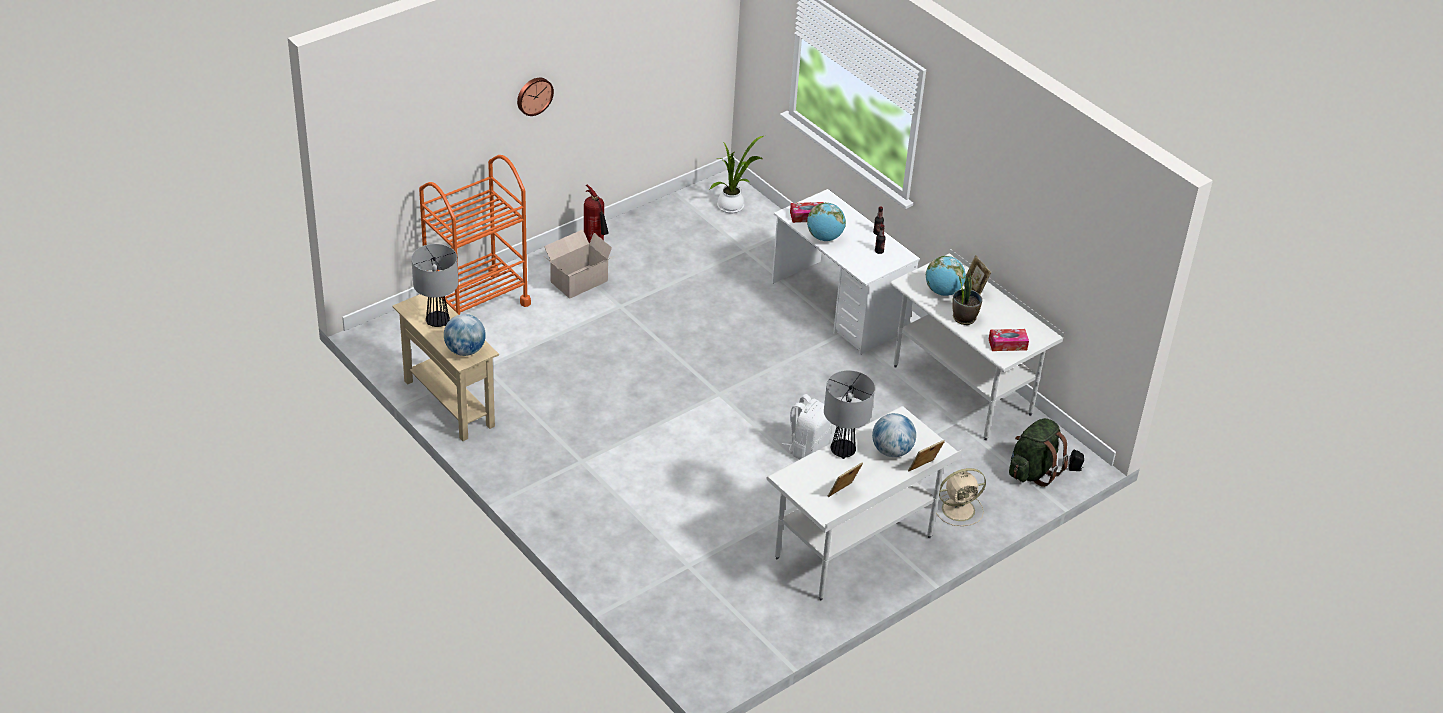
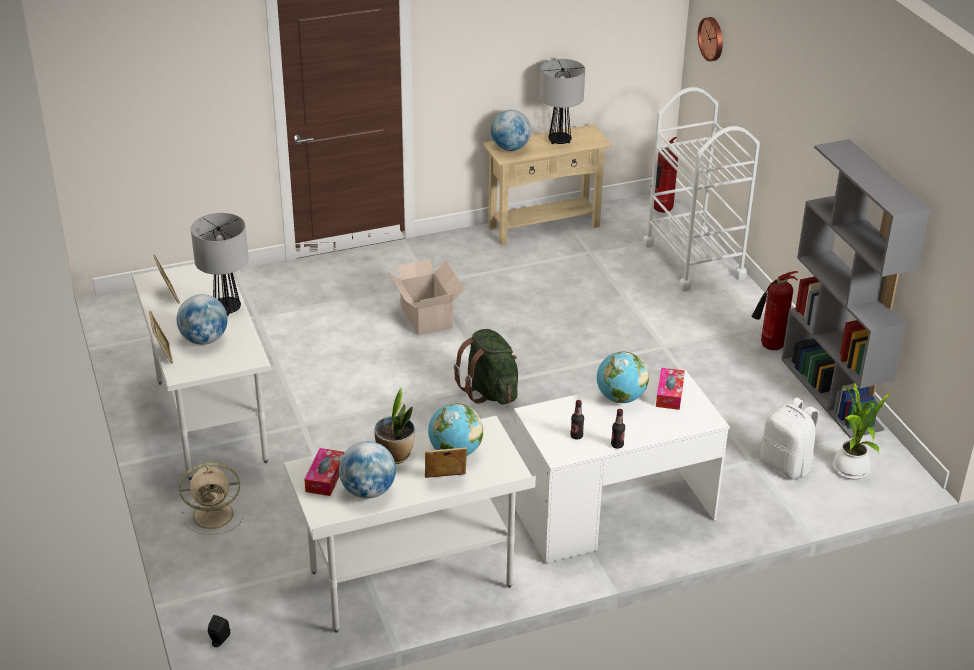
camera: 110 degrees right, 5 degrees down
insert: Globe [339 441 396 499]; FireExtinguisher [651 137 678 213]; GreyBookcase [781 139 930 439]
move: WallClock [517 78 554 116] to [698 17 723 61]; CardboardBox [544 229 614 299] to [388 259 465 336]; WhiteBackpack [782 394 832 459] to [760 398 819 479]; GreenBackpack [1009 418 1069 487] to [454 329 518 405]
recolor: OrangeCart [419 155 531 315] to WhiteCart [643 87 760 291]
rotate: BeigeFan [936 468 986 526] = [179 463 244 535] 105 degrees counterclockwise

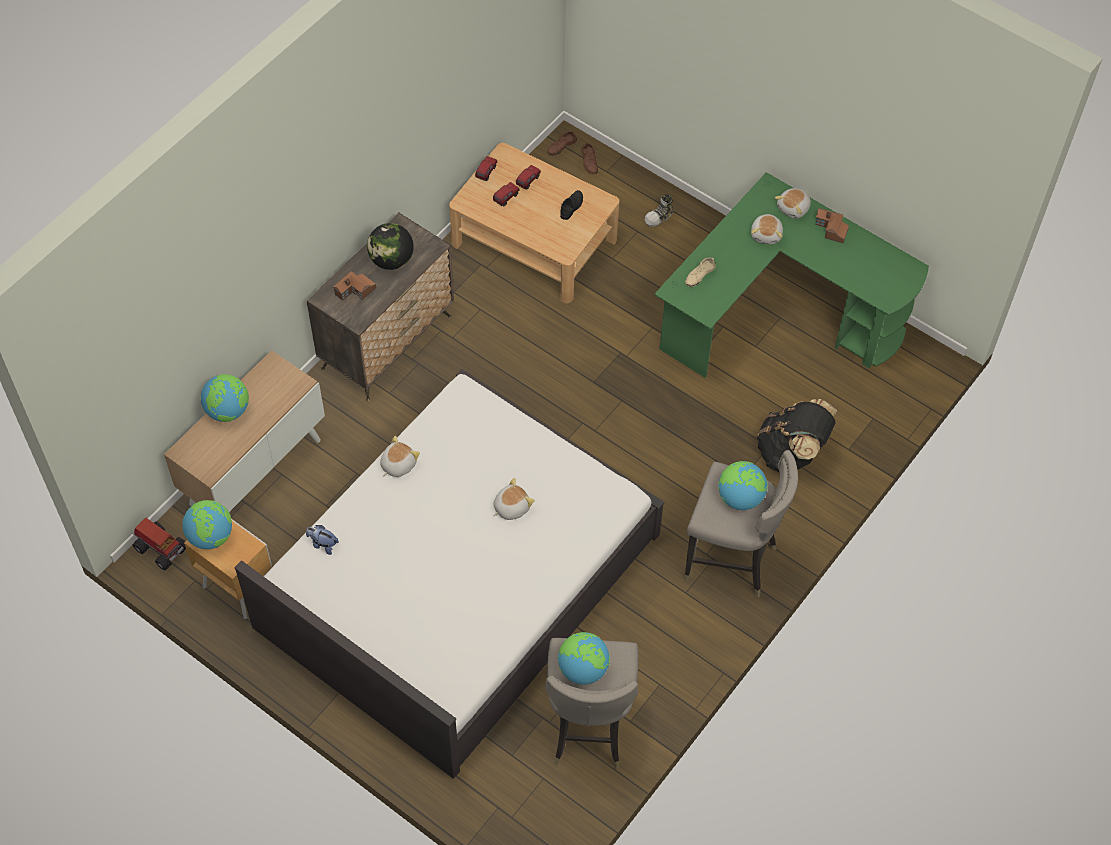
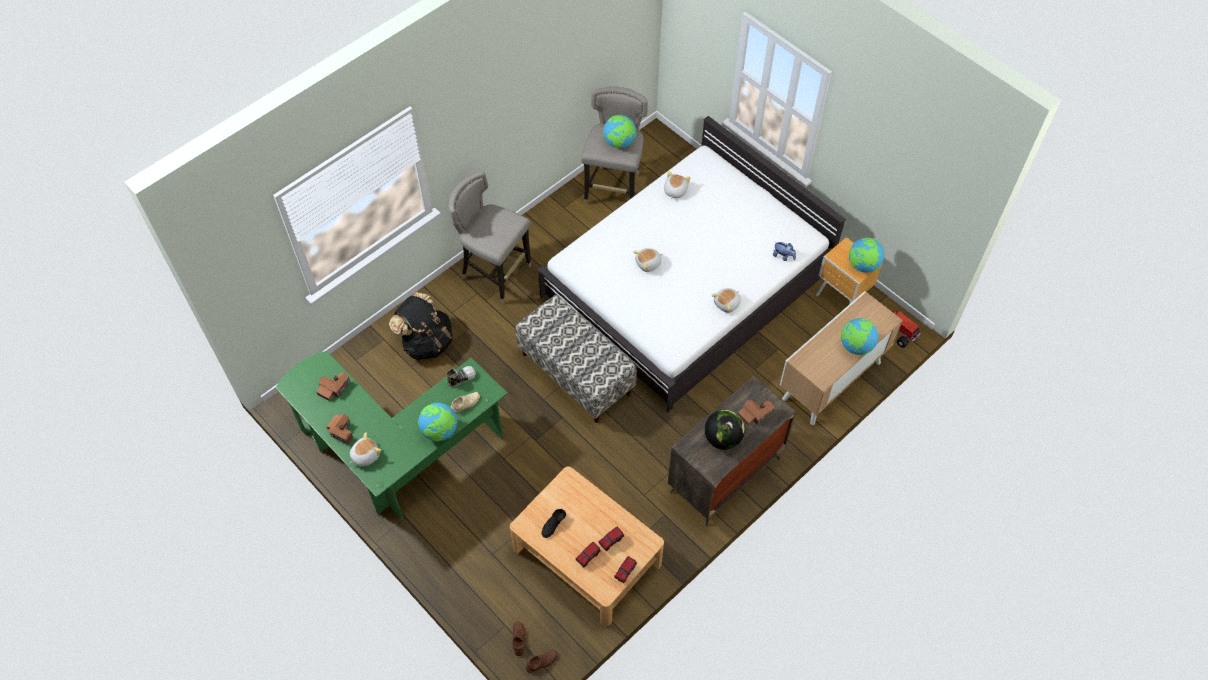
camera: 170 degrees left, 0 degrees up
insert: ToyHouse [317 372 350 401]; Bench [515 295 637 423]
move: Shoe [645 194 674 227] to [447 366 476 387]; Globe [718 461 768 510] to [418 403 457 442]; PlushToy [751 214 783 244] to [664 171 690 199]

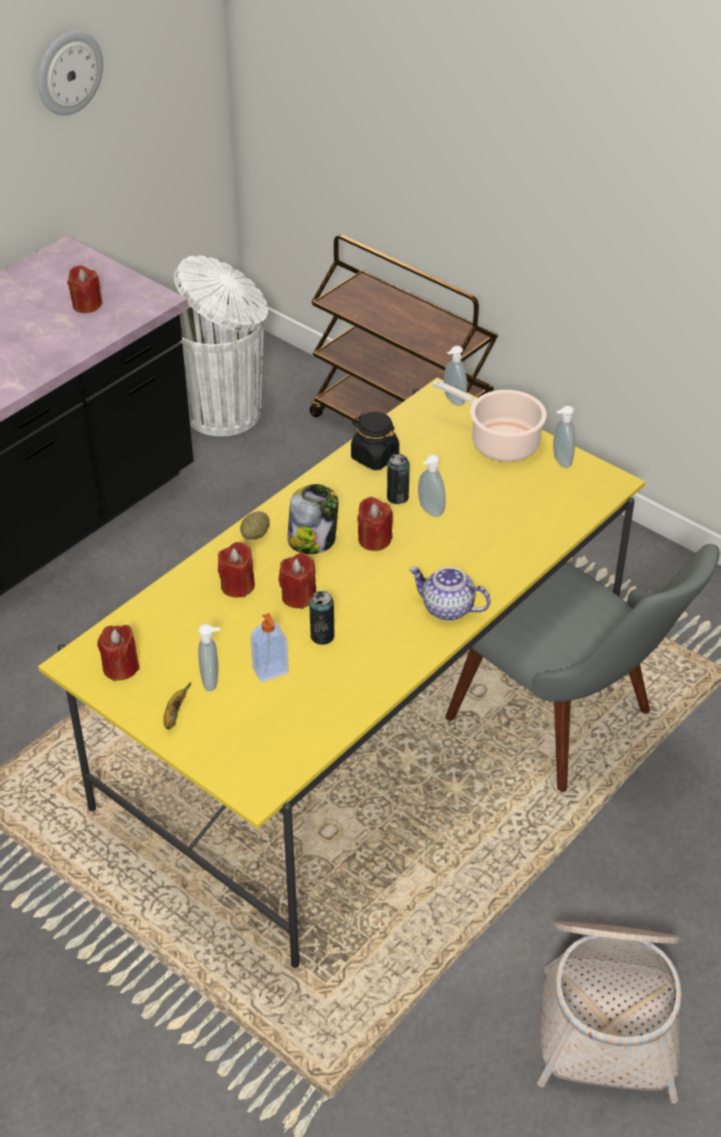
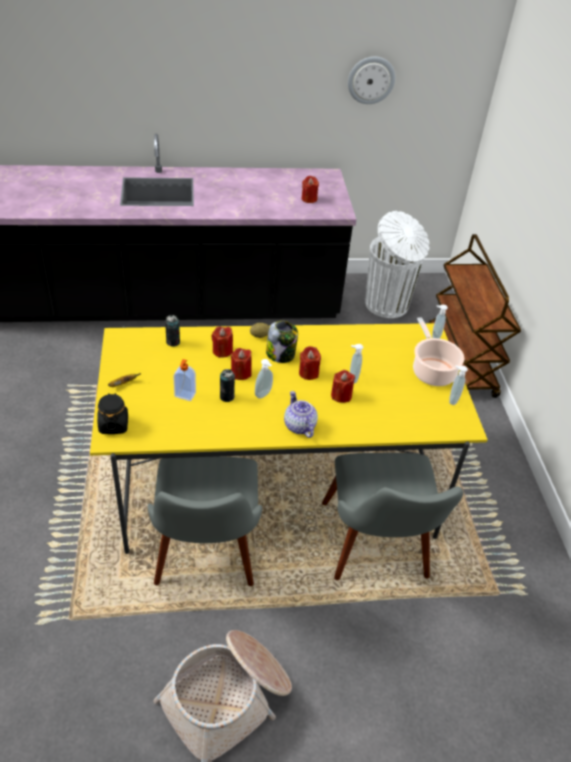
camera: 40 degrees right, 0 degrees up
insert: GreyChair [148 456 262 586]
move: RedCandle [97 625 140 681] to [331 370 355 403]; SoapDispenser [198 624 220 691] to [255 359 273 399]; BlackJar [351 412 399 470] to [97 393 128 434]; Can [387 454 410 504] to [165 315 180 347]

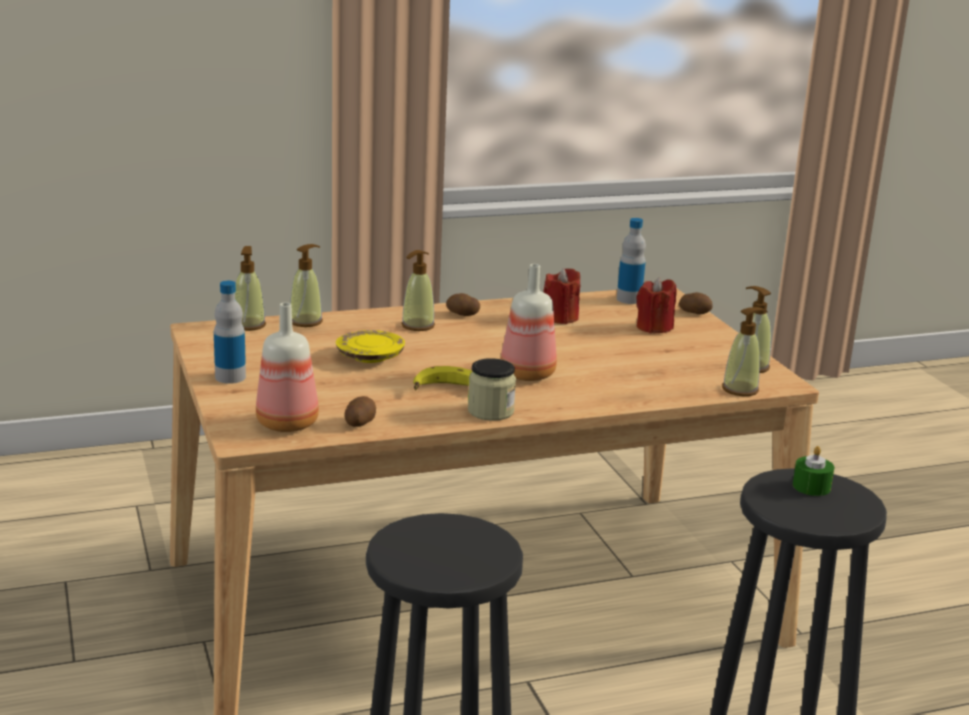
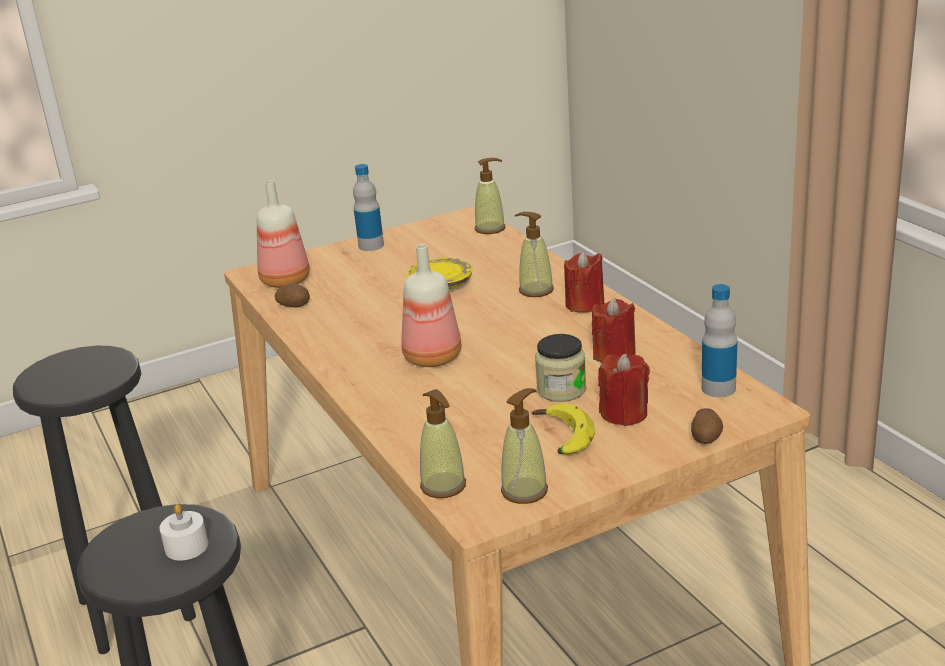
camera: 85 degrees right, 5 degrees up
delete: SoapDispenser [290 244 323 327]
move: Banana [413 366 473 390] to [531 404 595 455]; Jar [468 358 516 421] to [535 334 586 402]
replace: Potato [446 293 480 316] to RedCandle [564 251 605 312]
recolor: GreenCandle [793 446 834 496] to WhiteCandle [159 504 208 561]

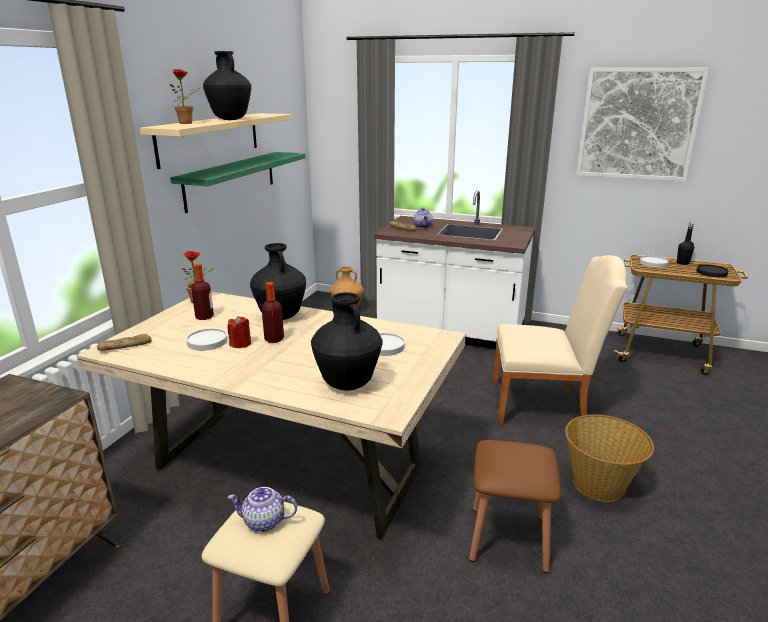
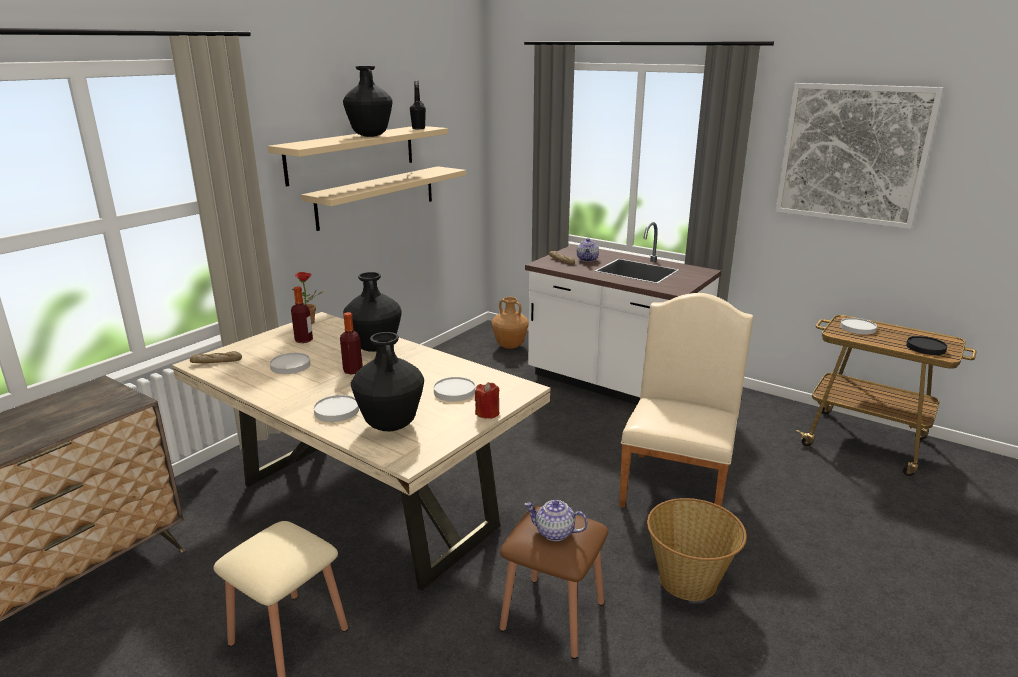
camera: 15 degrees right, 0 degrees up
delete: PottedPlant [170 69 200 124]
insert: WhitePlate [313 395 359 422]
move: RedCandle [227 316 251 348] to [475 382 499 419]; Teapot [228 487 297 532] to [525 500 588 541]; BlackBottle [677 223 694 265] to [410 81 426 129]
recolor: GreenShelf [170 152 306 213] to BeigeShelf [301 166 466 231]
rotate: BeigeChair [493 255 627 425] = [619 293 753 508] 90 degrees counterclockwise

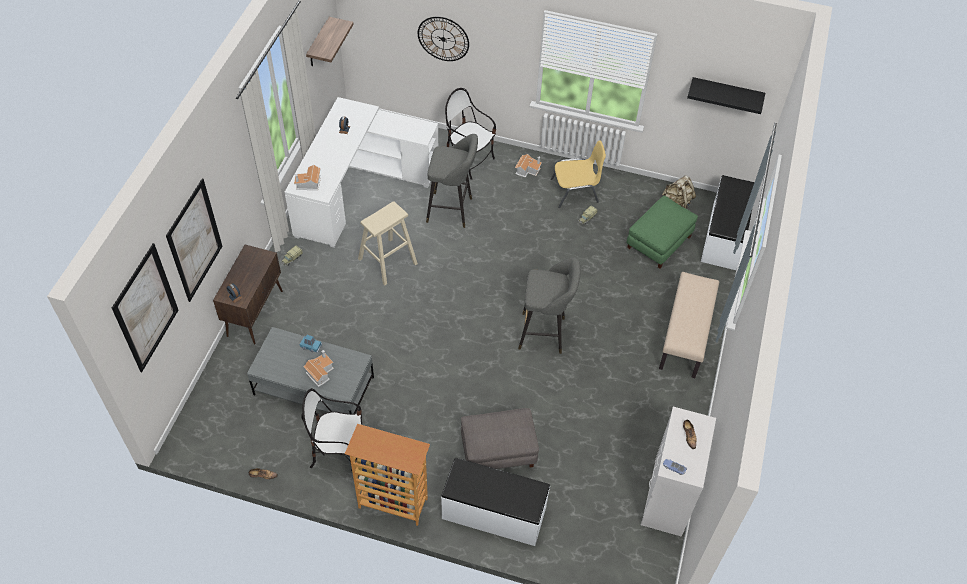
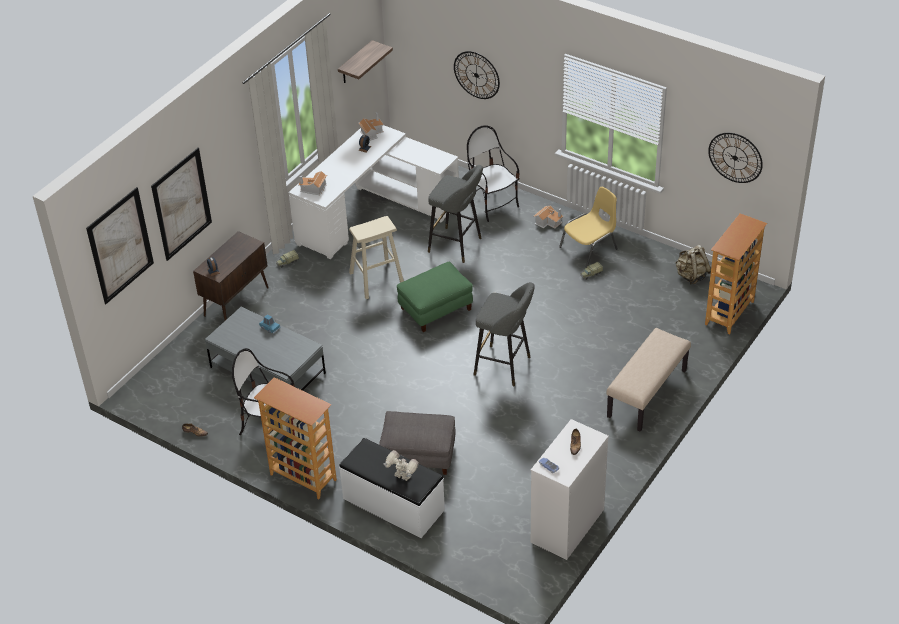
camera: 20 degrees right, 10 degrees down
insert: ToyRobot [383 450 419 481]
move: ToyHouse [303 350 334 387] to [358 112 384 141]; GreenOttoman [626 196 698 269] to [397 262 473 332]
replace: BlackShelf [687 77 765 114] to WallClock [708 133 763 183]; WhiteBench [701 175 755 270] to Bookcase [705 213 767 335]
rotate: YellowChair [551 140 606 208] = [559 187 618 268] 45 degrees counterclockwise

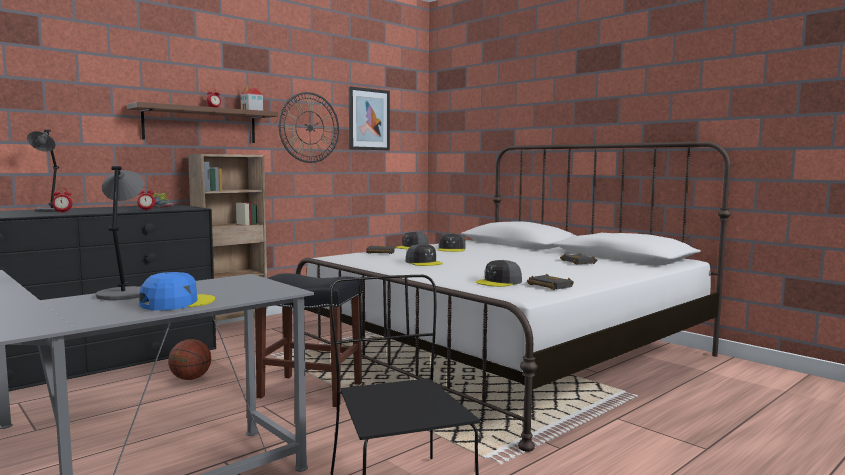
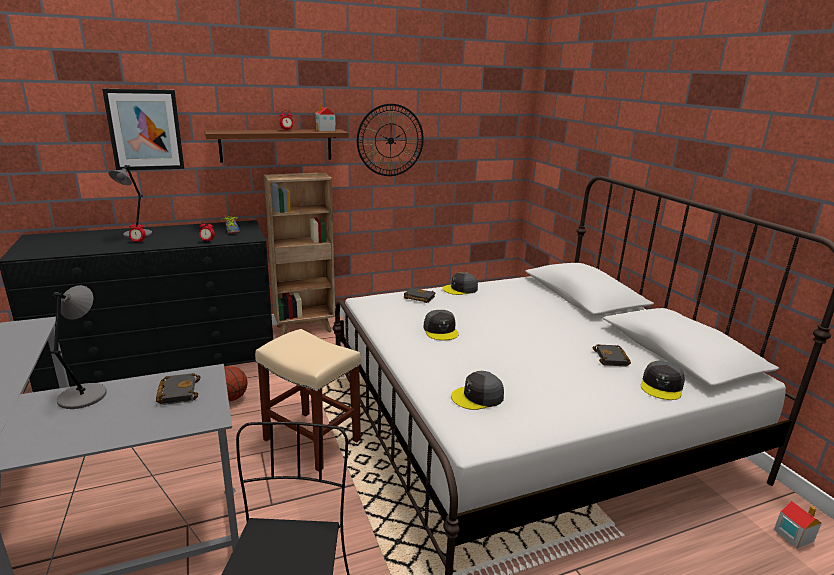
camera: 20 degrees right, 15 degrees up
delete: BlueCap [139 272 215 310]
insert: ToyHouse [774 501 822 548]
move: Picture [349 86 390 150] to [102 89 184 170]; GreyCap [438 233 466 252] to [641 361 685 400]; BlackBook [527 274 574 290] to [156 373 201 405]
recolor: BlackStool [255 273 363 407] to BeigeStool [255 329 361 472]

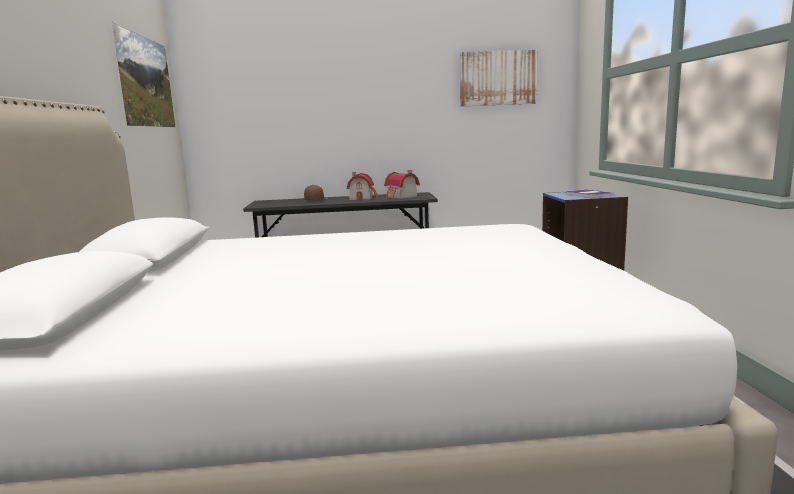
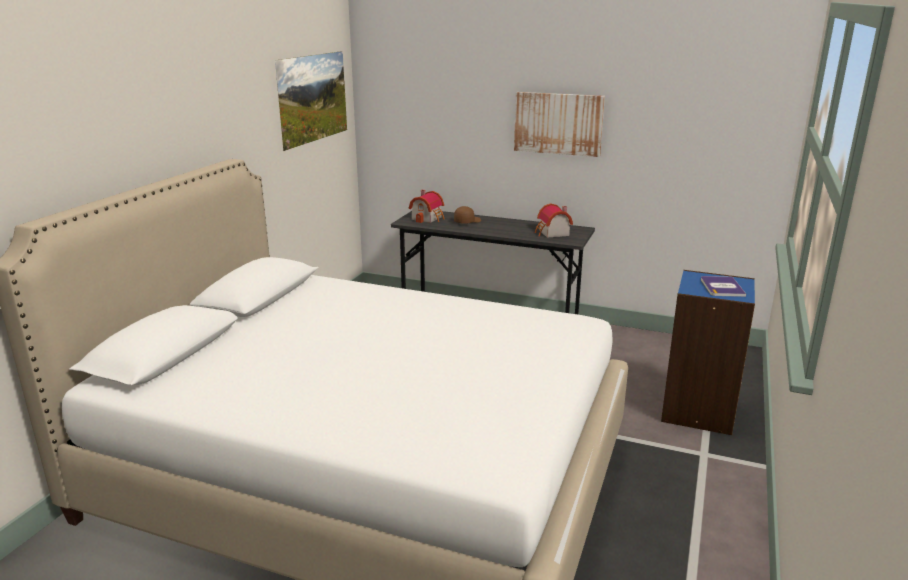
camera: 25 degrees right, 10 degrees up
move: ToyHouse [347 172 378 200] to [409 189 444 223]; Picture [460 50 538 106] to [514 92 605 157]

